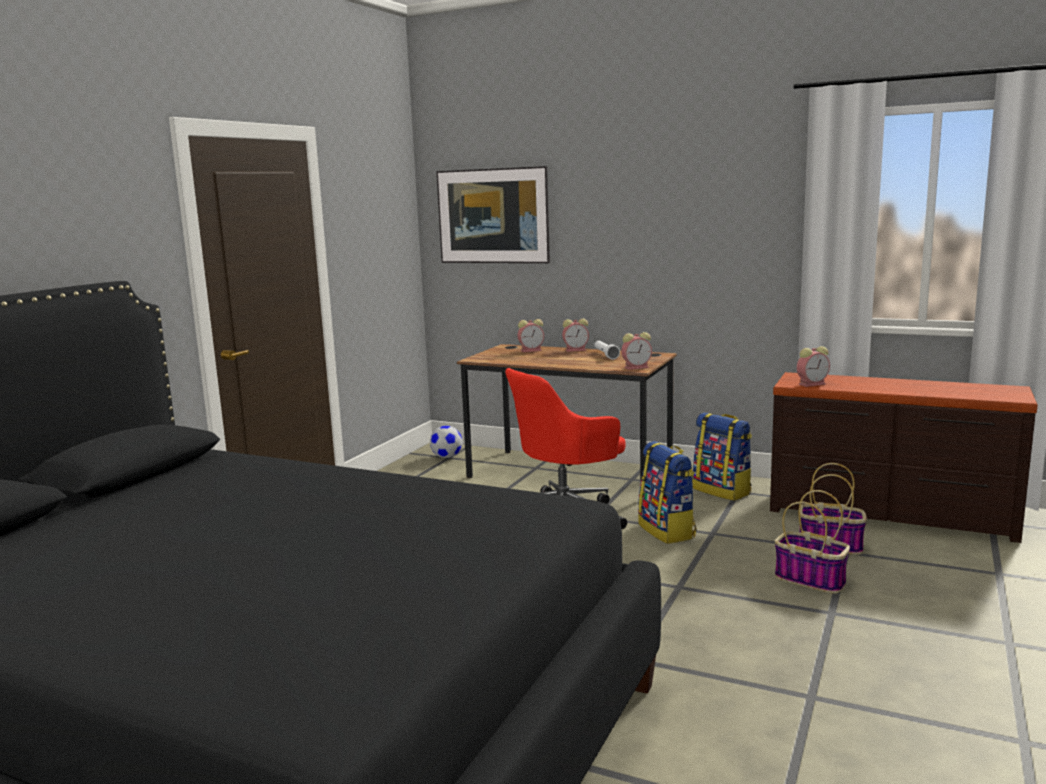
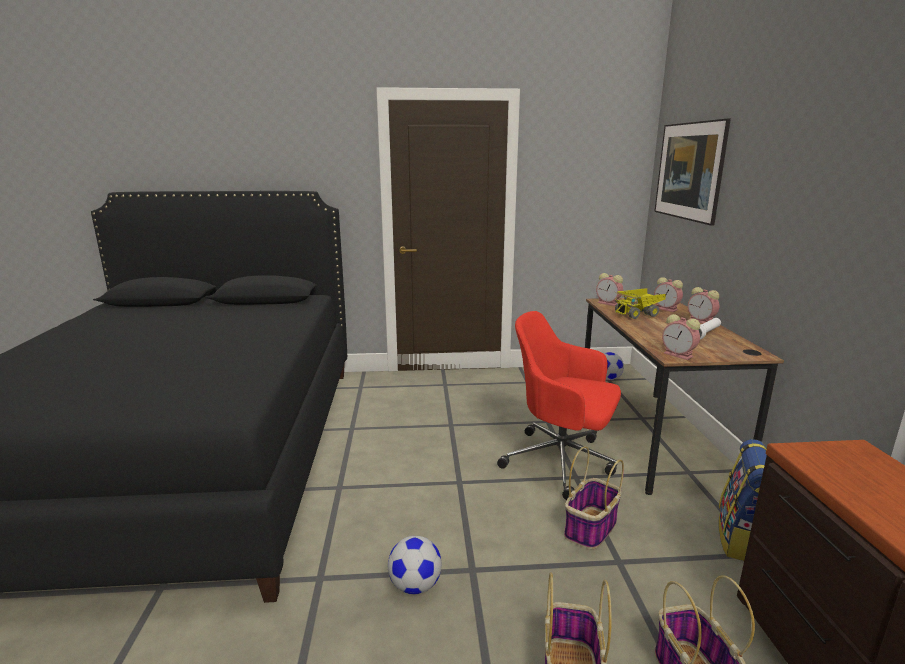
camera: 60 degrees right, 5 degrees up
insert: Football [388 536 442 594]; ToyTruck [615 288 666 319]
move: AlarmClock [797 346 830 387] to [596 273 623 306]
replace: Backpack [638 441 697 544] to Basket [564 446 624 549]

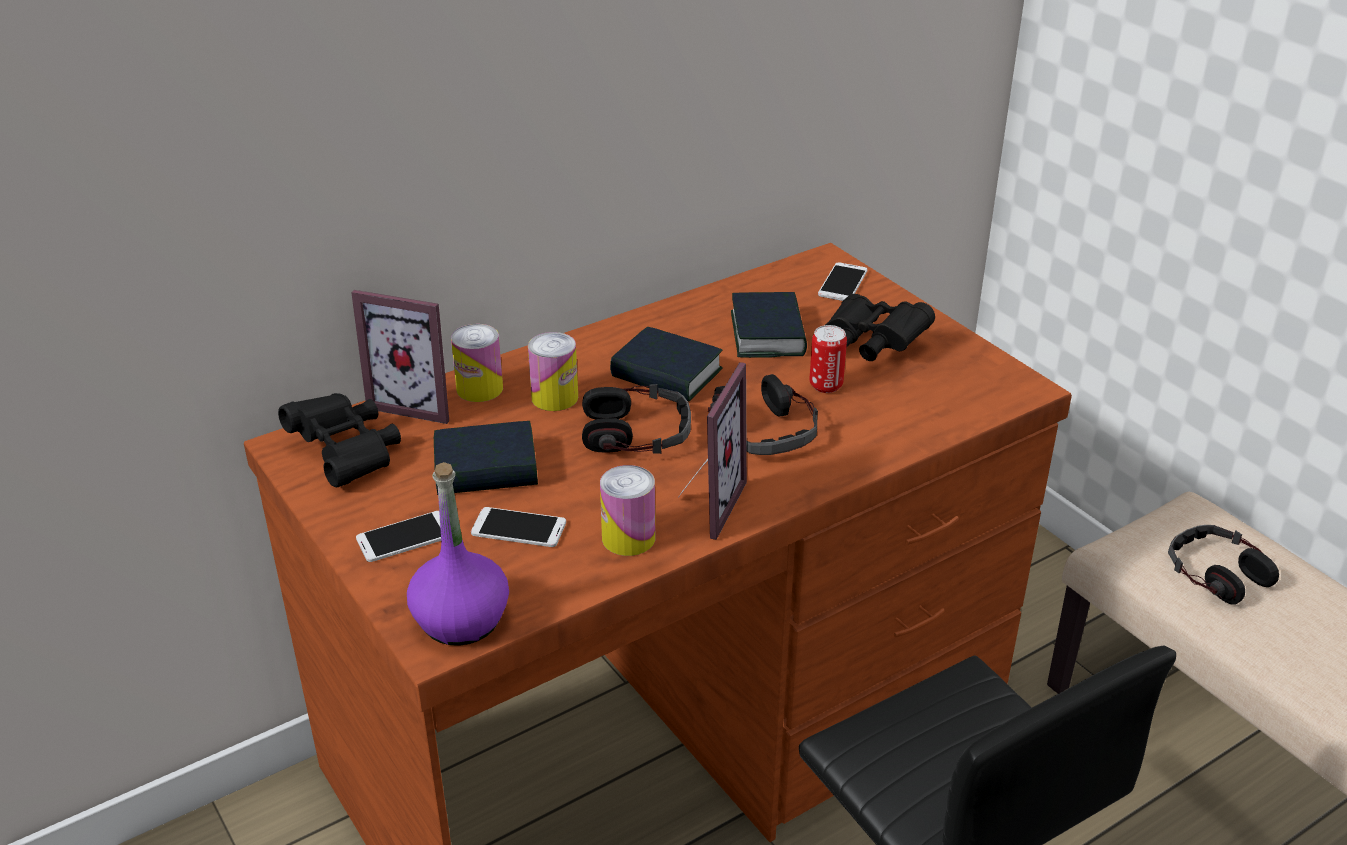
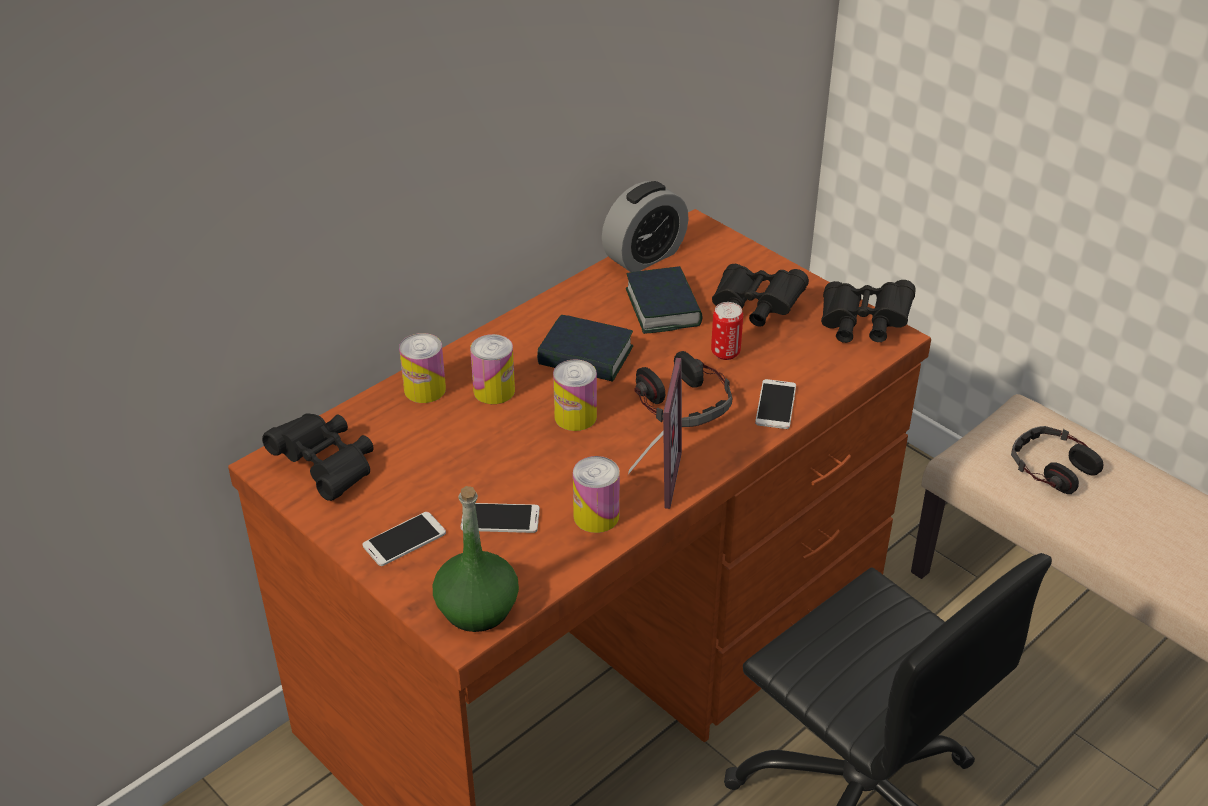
camera: 10 degrees left, 5 degrees up
delete: PictureFrame [352 290 449 424]; Book [434 421 538 495]
insert: AlarmClock [602 181 689 272]; BlackBinoculars [821 280 916 343]
move: Phone [818 262 867 301] to [755 379 796 429]
replace: Headphones [582 384 691 454] to Can [553 359 597 431]
recolor: PurpleBottle [407 462 509 646] to GreenBottle [433 486 519 632]

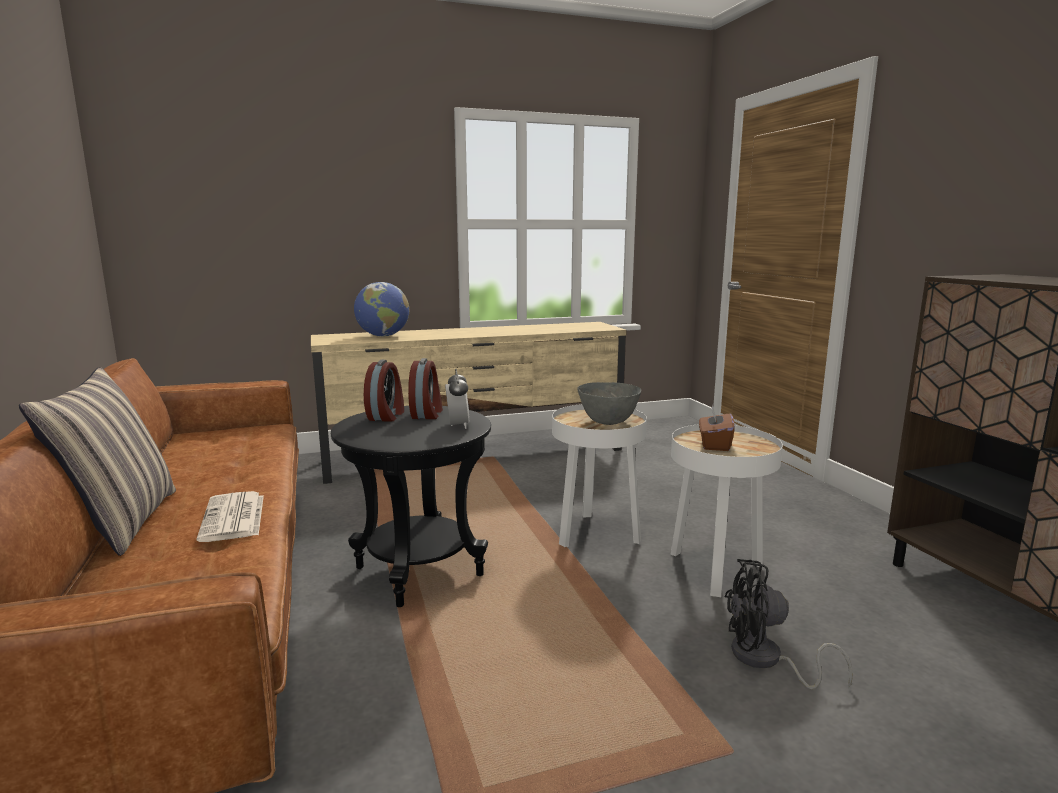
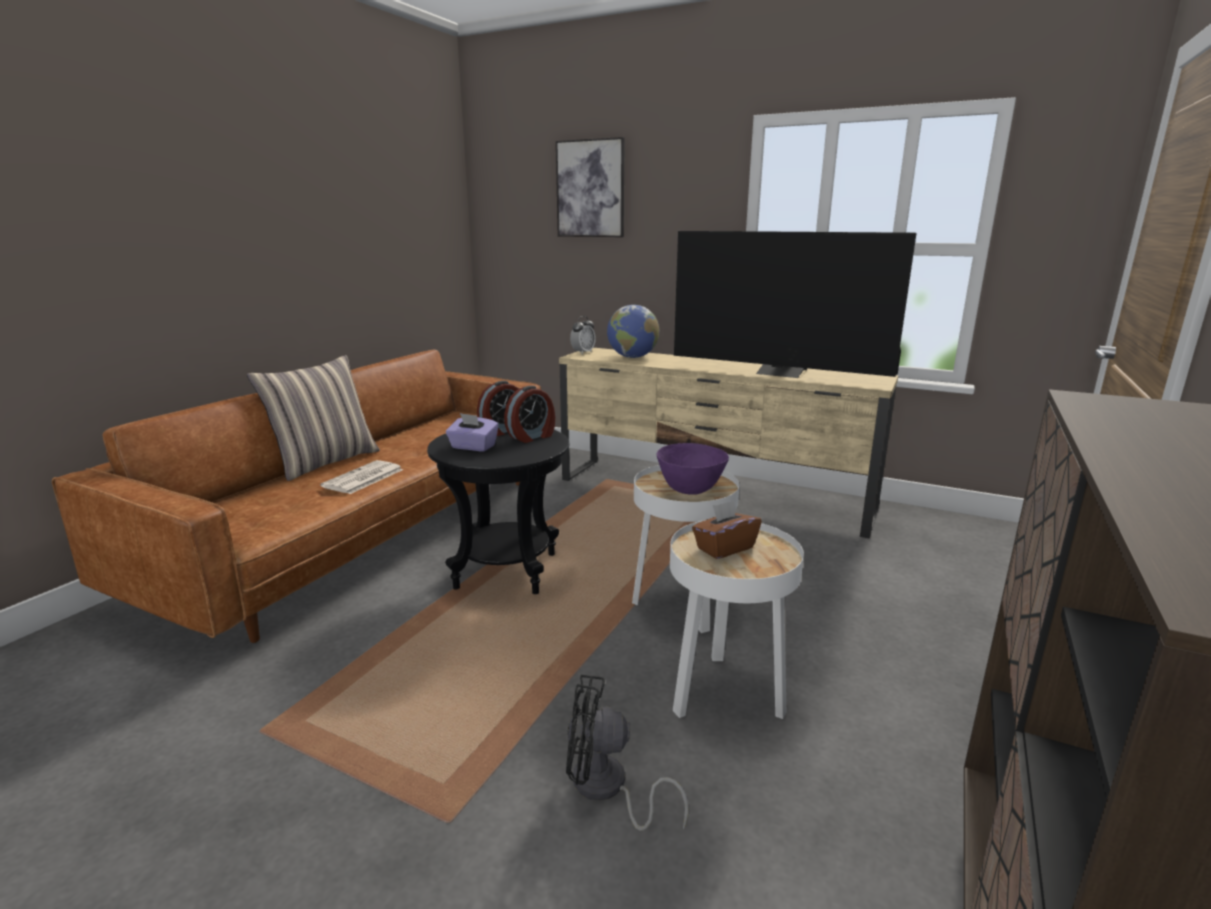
camera: 45 degrees right, 5 degrees up
insert: PurpleTissueBox [446 413 499 451]; Picture [556 137 625 237]; Television [674 231 916 378]
move: AlarmClock [445 369 470 429] to [570 316 596 354]
recolor: GreyBowl [577 382 641 425] to PurpleBowl [656 443 729 495]
rotate: BlackFan [725 559 853 689] = [566 675 689 831] 45 degrees counterclockwise

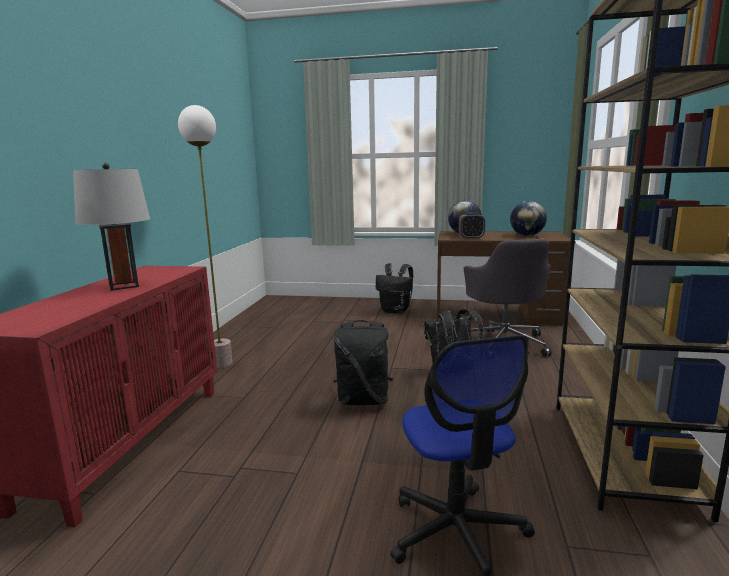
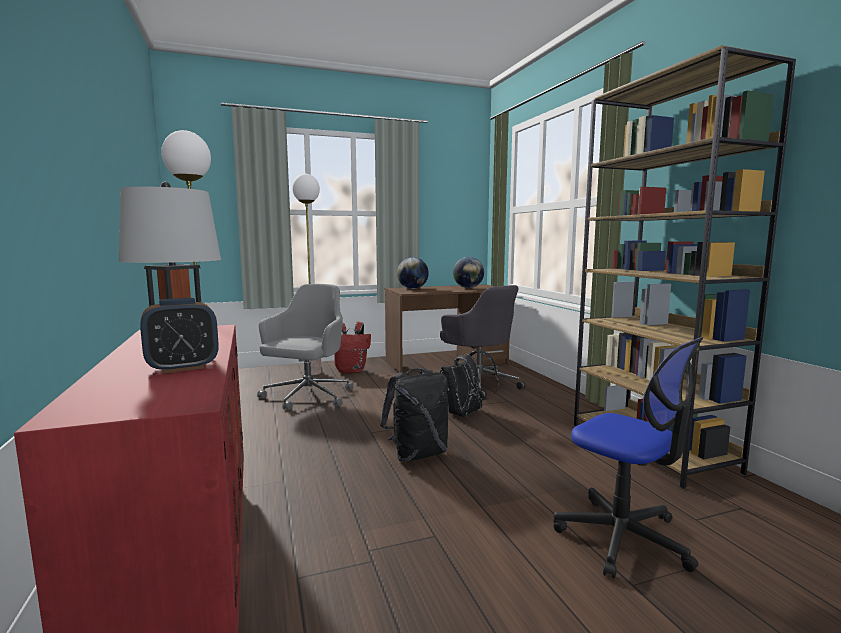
camera: 30 degrees left, 5 degrees down
insert: GreyOfficeChair [257 284 354 410]; FloorLamp [292 174 322 375]
move: AlarmClock [459 213 485 239] to [140 298 219 374]
recolor: BlackBackpack [376 263 413 313] to RedBackpack [334 322 371 374]

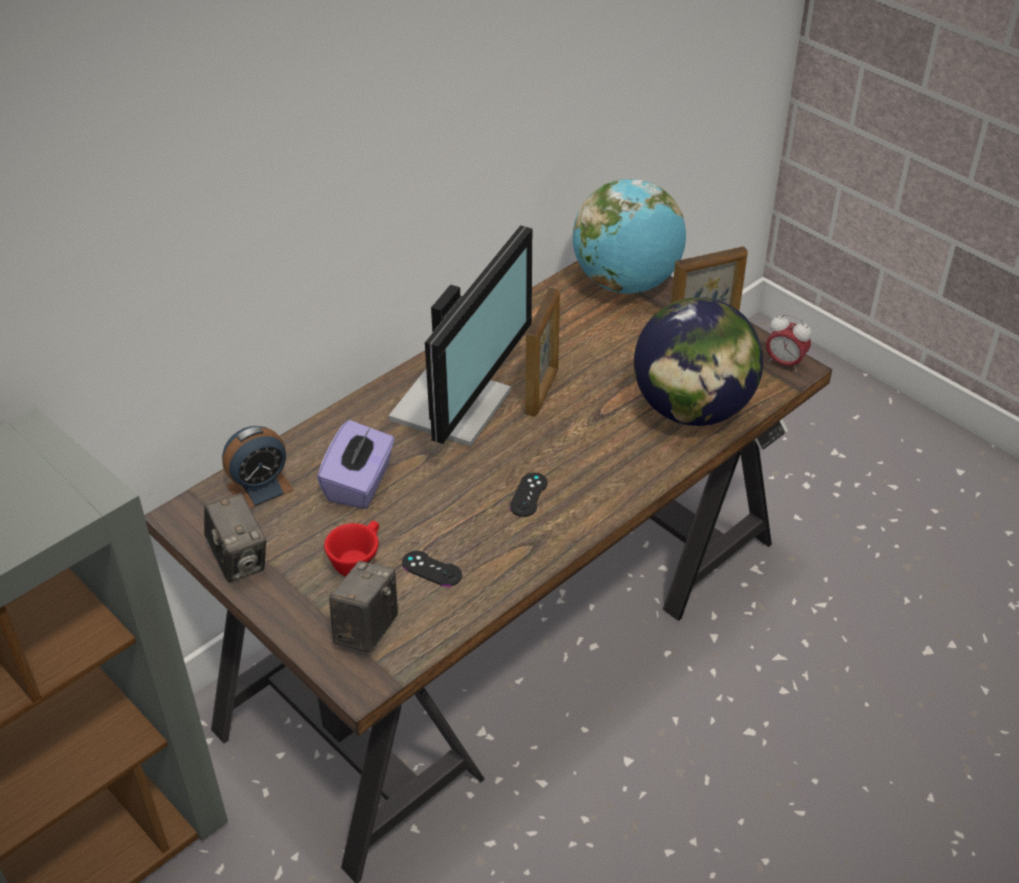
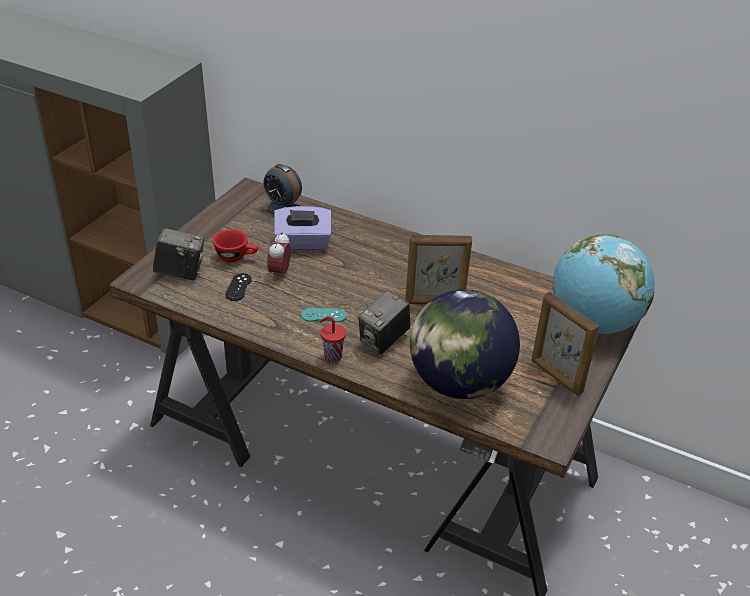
camera: 70 degrees right, 5 degrees down
delete: Monitor [388 225 532 447]
insert: RedCup [320 316 346 363]
move: PhotoCamera [204 493 266 582] to [358 290 410 354]; AlarmClock [766 314 812 372] to [267 232 291 279]
recolor: BlackGameController [510 472 548 517] to TurquoiseGameController [301 308 347 322]

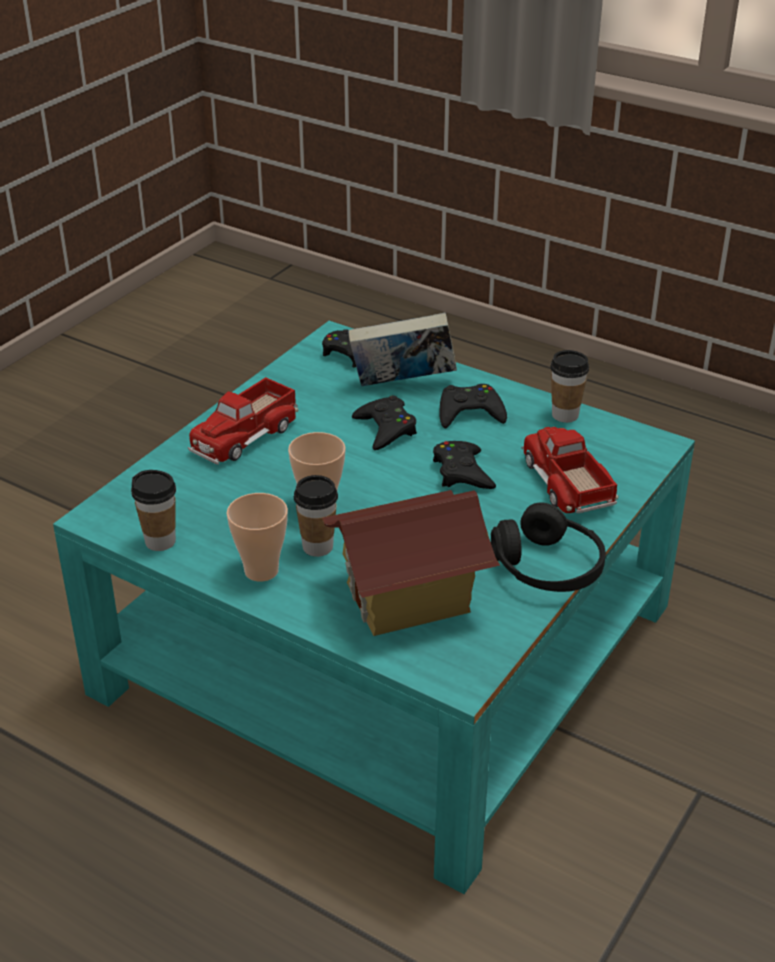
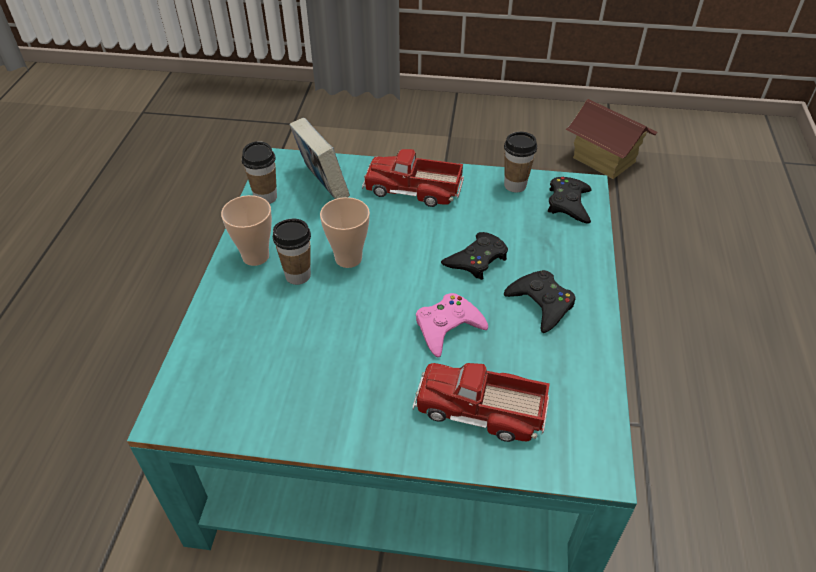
camera: 65 degrees right, 10 degrees up
delete: BlackHeadphones [491 503 606 592]
move: ToyHouse [322 490 500 636] to [565 99 658 179]; Book [348 313 457 386] to [289 118 350 199]; Cup [550 350 589 423] to [504 132 537 192]
recolor: BlackGameController [433 441 496 489] to PinkGameController [416 293 488 357]
rotate: ToyTruck [521 427 619 513] = [413 363 550 442] 120 degrees counterclockwise

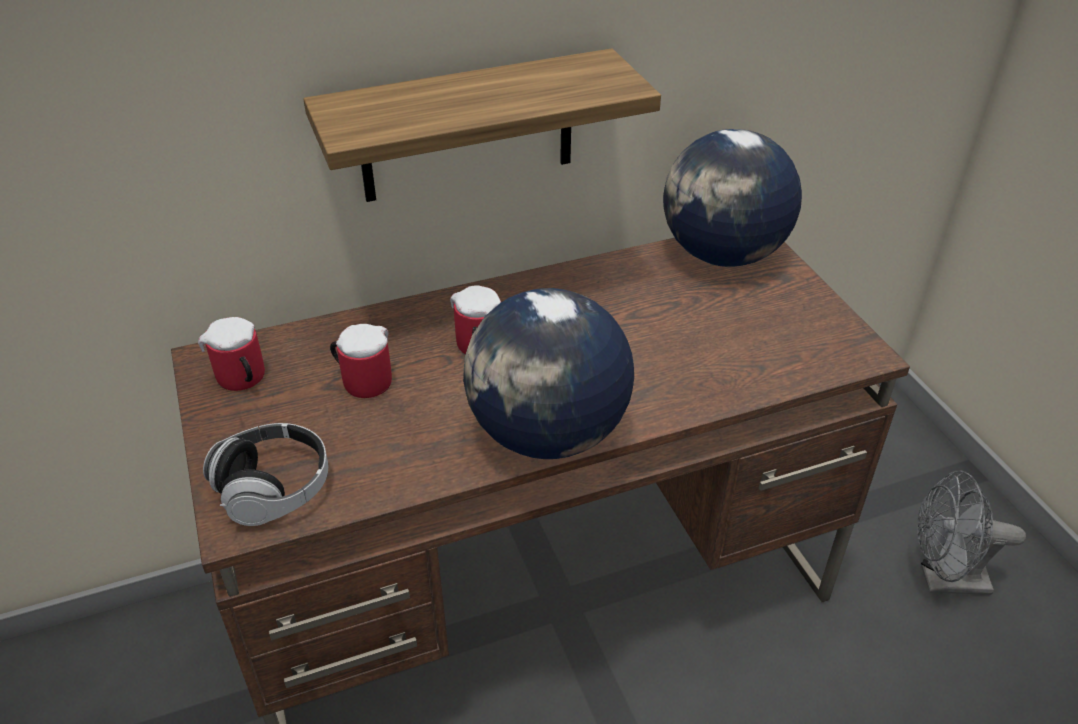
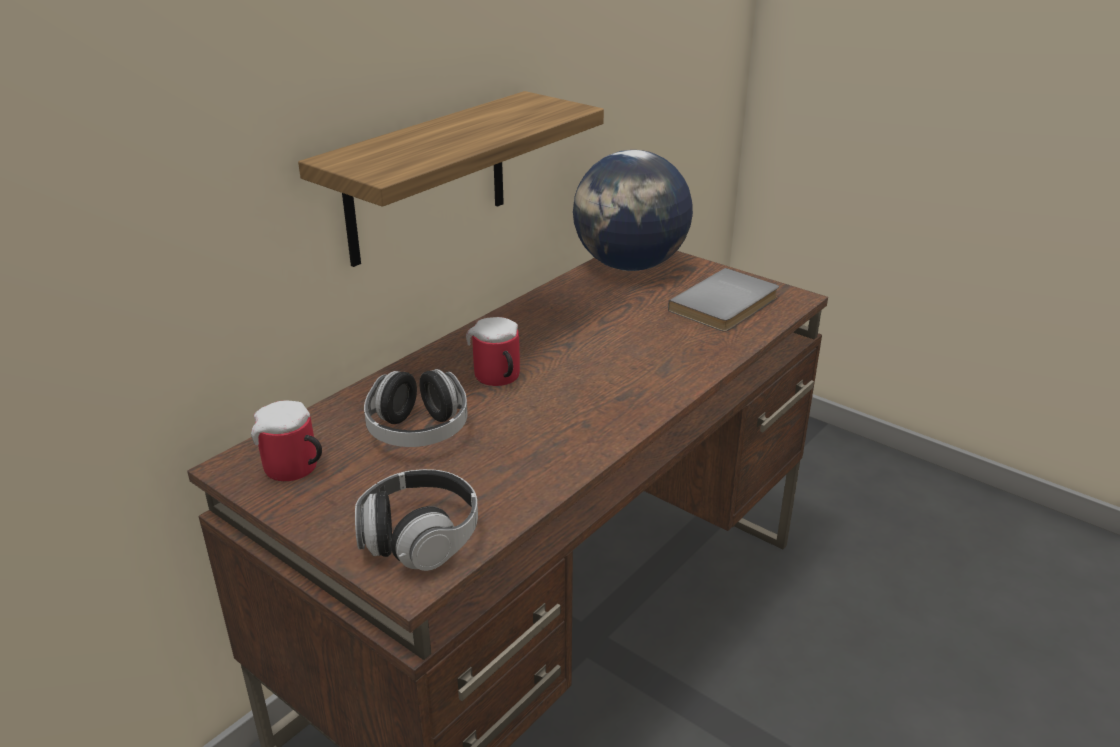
camera: 30 degrees left, 10 degrees down
delete: Globe [463 288 634 459]; GreyFan [917 471 1026 595]
insert: GreyBook [668 268 779 332]
replace: Mug [330 324 392 398] to Headphones [364 369 468 447]

